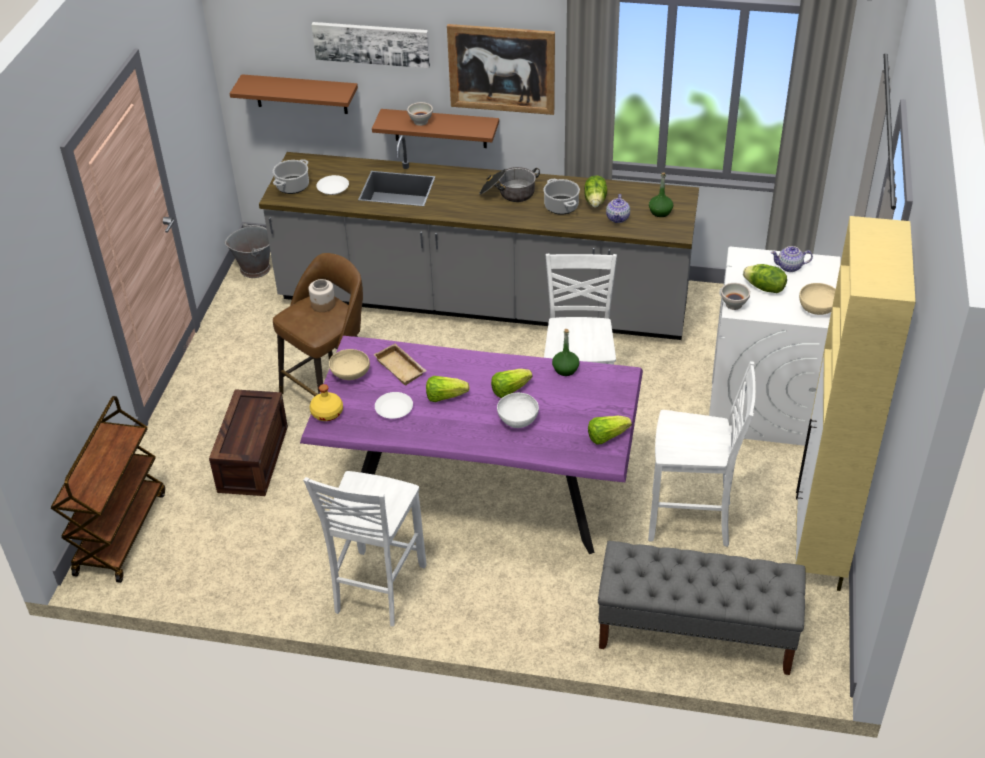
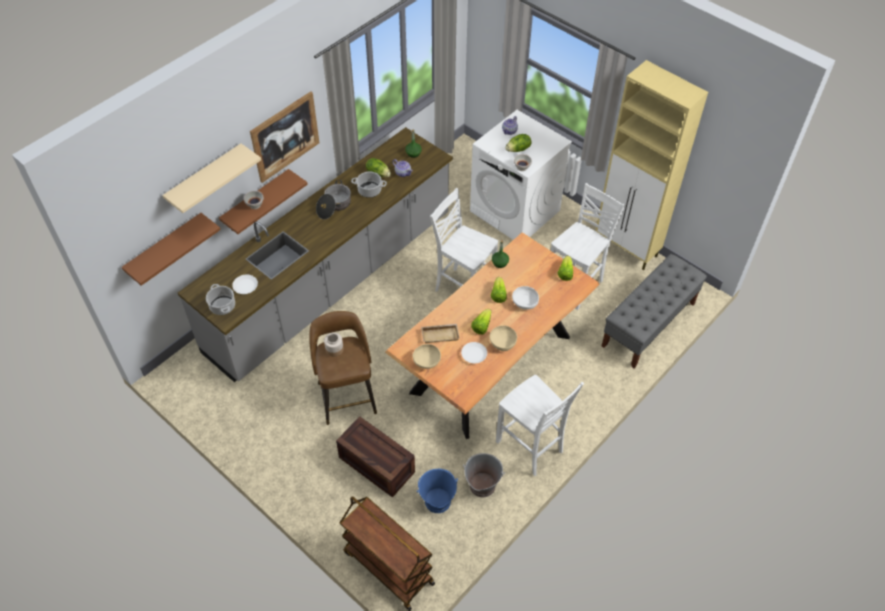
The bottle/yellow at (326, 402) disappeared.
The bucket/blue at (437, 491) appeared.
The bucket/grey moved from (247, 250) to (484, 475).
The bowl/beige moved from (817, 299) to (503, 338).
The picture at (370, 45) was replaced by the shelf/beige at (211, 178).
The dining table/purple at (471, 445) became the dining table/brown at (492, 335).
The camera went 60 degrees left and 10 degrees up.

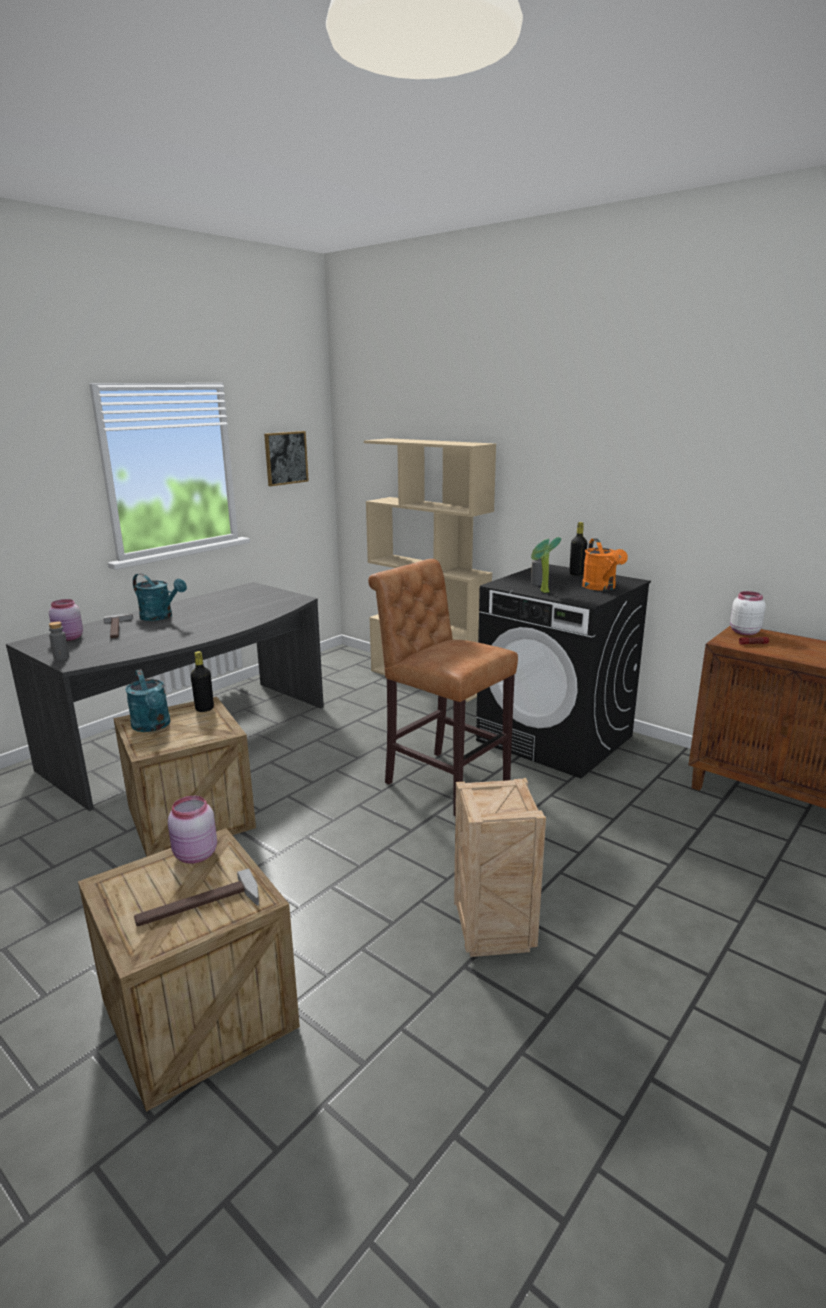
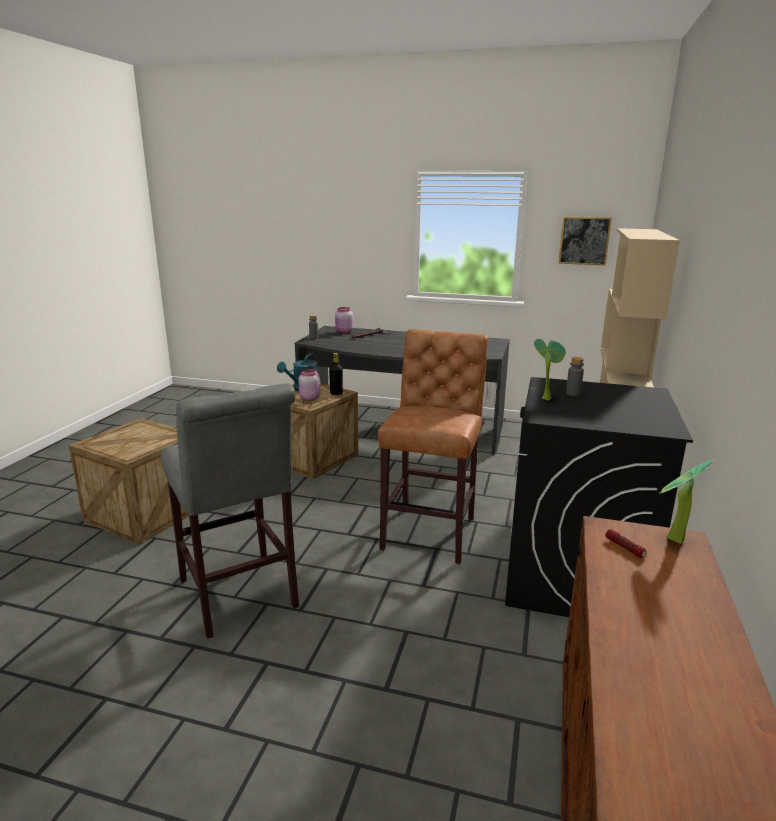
The watering can/turquoise at (160, 597) disappeared.
The hammer at (196, 897) disappeared.
The bottle/black at (578, 549) disappeared.
The watering can/orange at (605, 564) disappeared.
The jar/pink moved from (192, 830) to (309, 385).
The crate at (500, 867) was replaced by the stool/grey at (230, 511).
The jar/white at (748, 613) was replaced by the potted plant at (686, 502).
The camera went 65 degrees right and 0 degrees up.

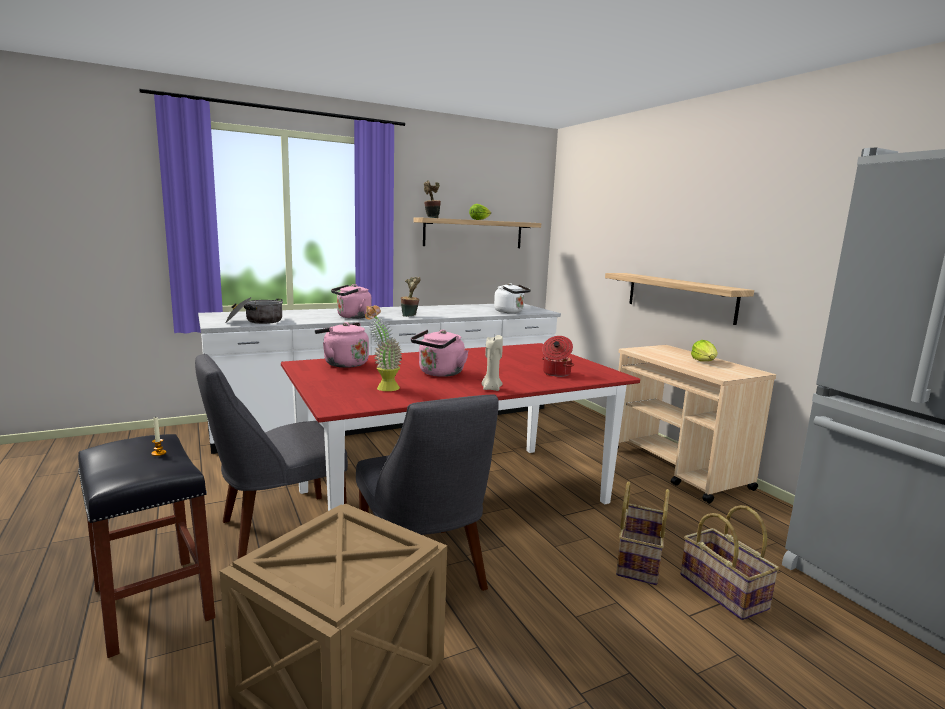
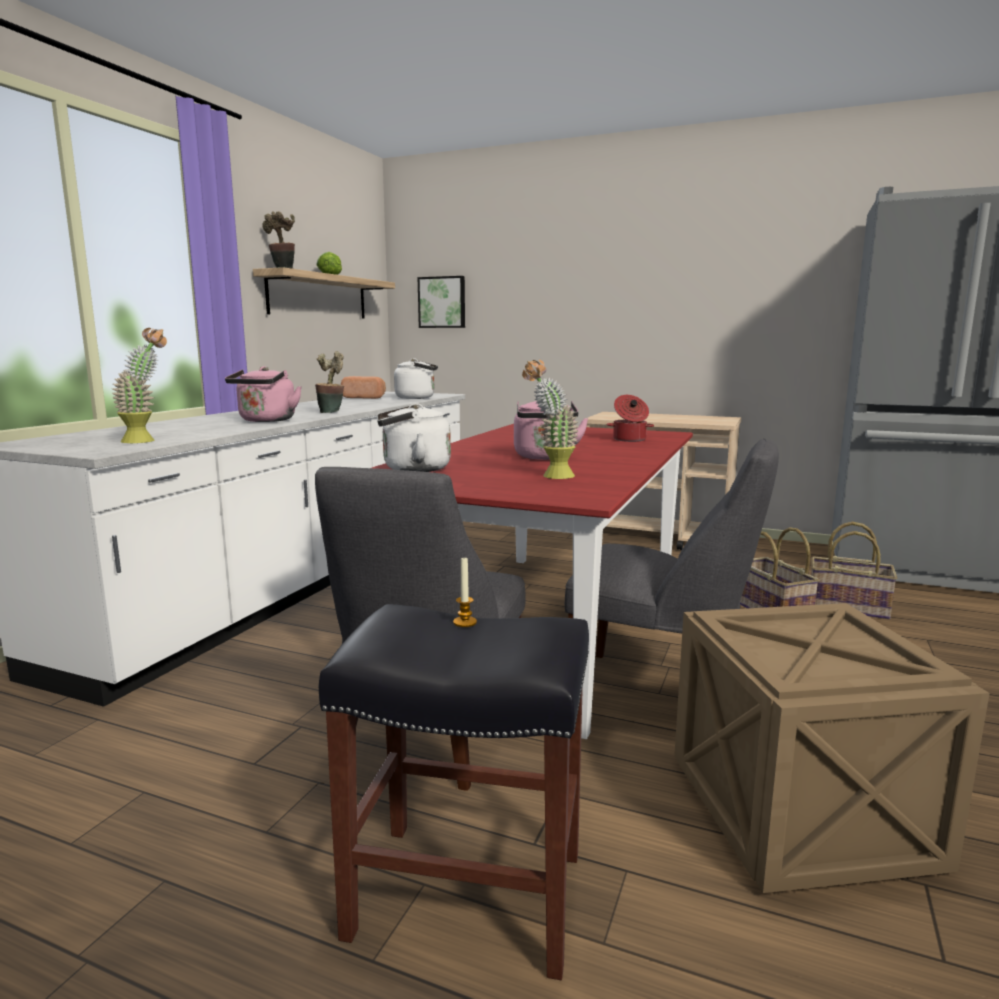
The candle/beige at (492, 363) disappeared.
The shelf at (679, 299) disappeared.
The lettuce at (704, 350) disappeared.
The bread at (363, 387) appeared.
The picture at (441, 302) appeared.
The cooking pot at (254, 310) was replaced by the potted plant at (139, 385).
The kettle/pink at (342, 345) became the kettle/white at (414, 437).
The camera went 40 degrees left and 0 degrees up.

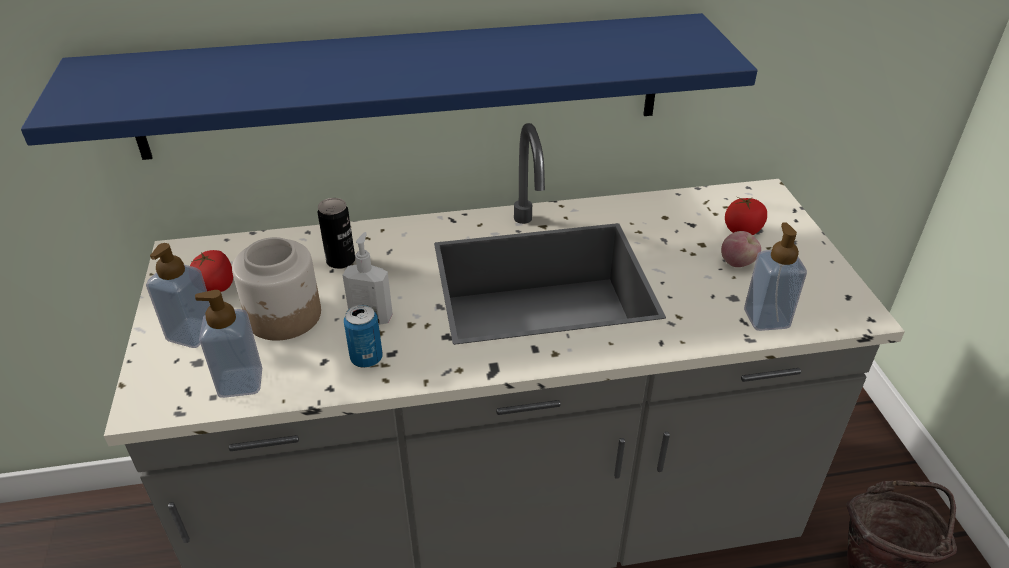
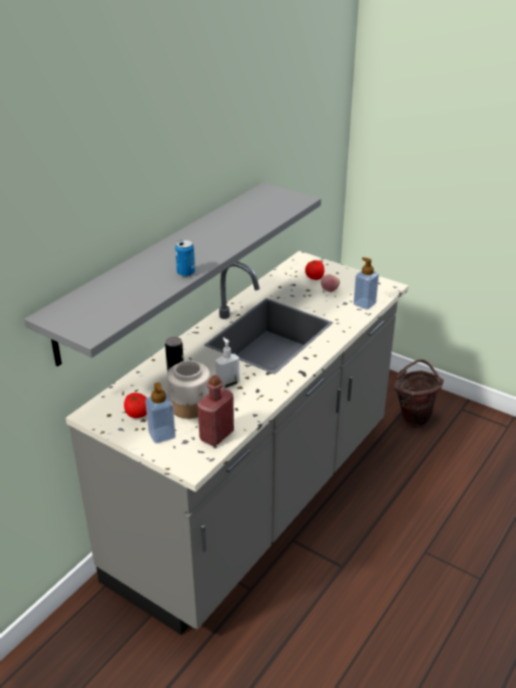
The can moved from (363, 336) to (185, 258).
The soap dispenser at (228, 344) was replaced by the bottle/red at (215, 410).
The shelf/blue at (389, 86) became the shelf/grey at (172, 275).
The camera went 45 degrees left and 5 degrees down.

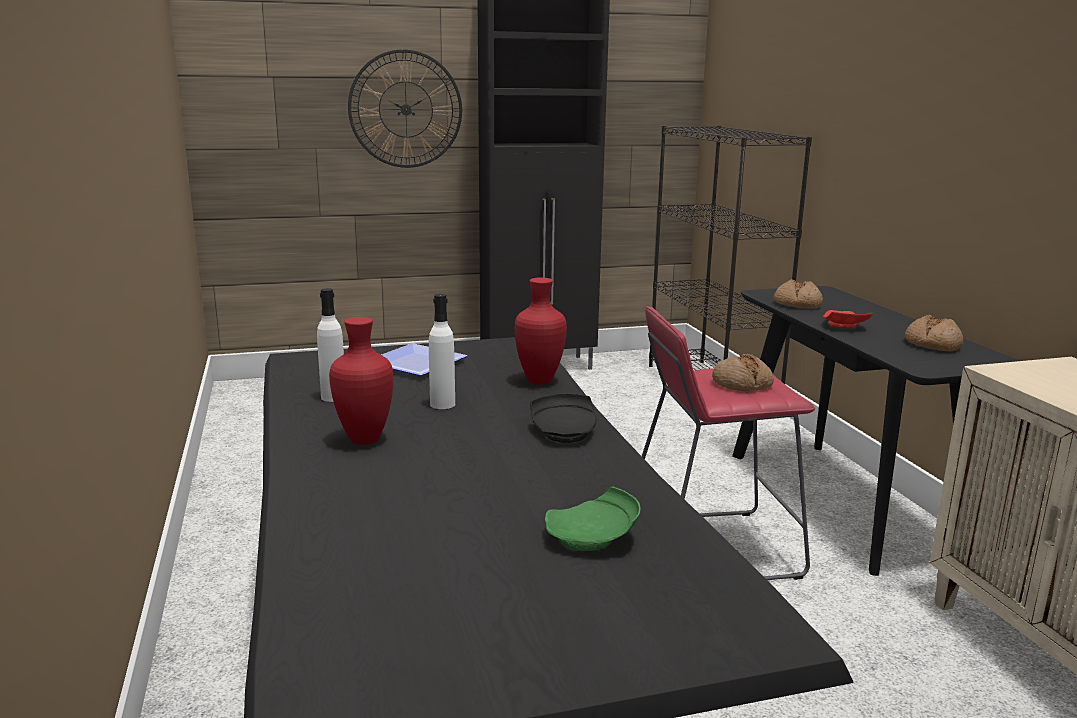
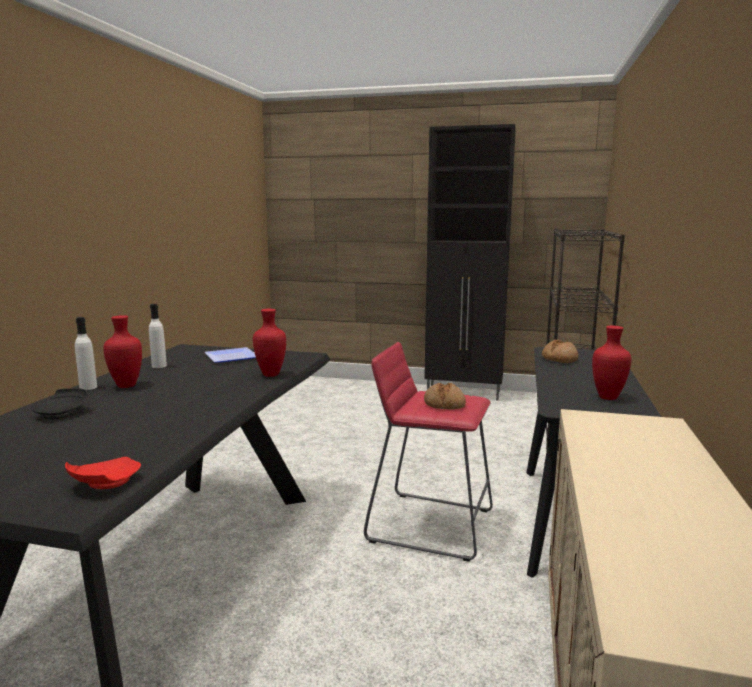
The wall clock at (405, 108) disappeared.
The plate/green at (593, 518) disappeared.
The bottle/white moved from (442, 351) to (86, 353).
The plate/black moved from (563, 418) to (60, 403).
The plate/red moved from (848, 319) to (103, 473).
The bread at (934, 333) was replaced by the vase/red at (611, 363).
The camera went 30 degrees right and 5 degrees down.

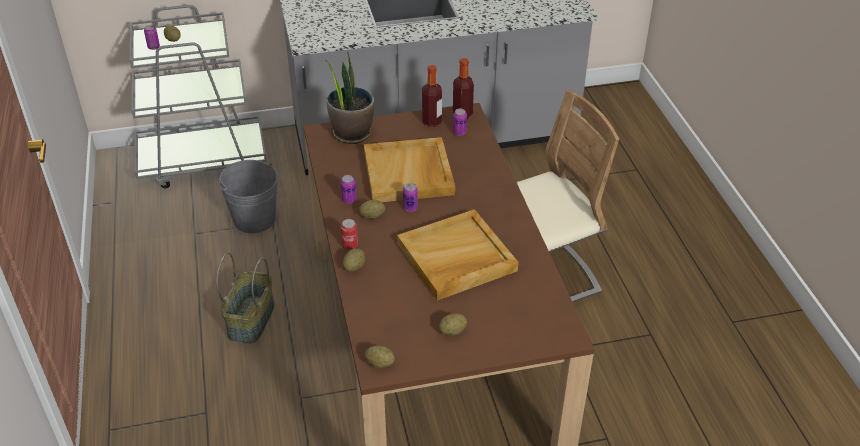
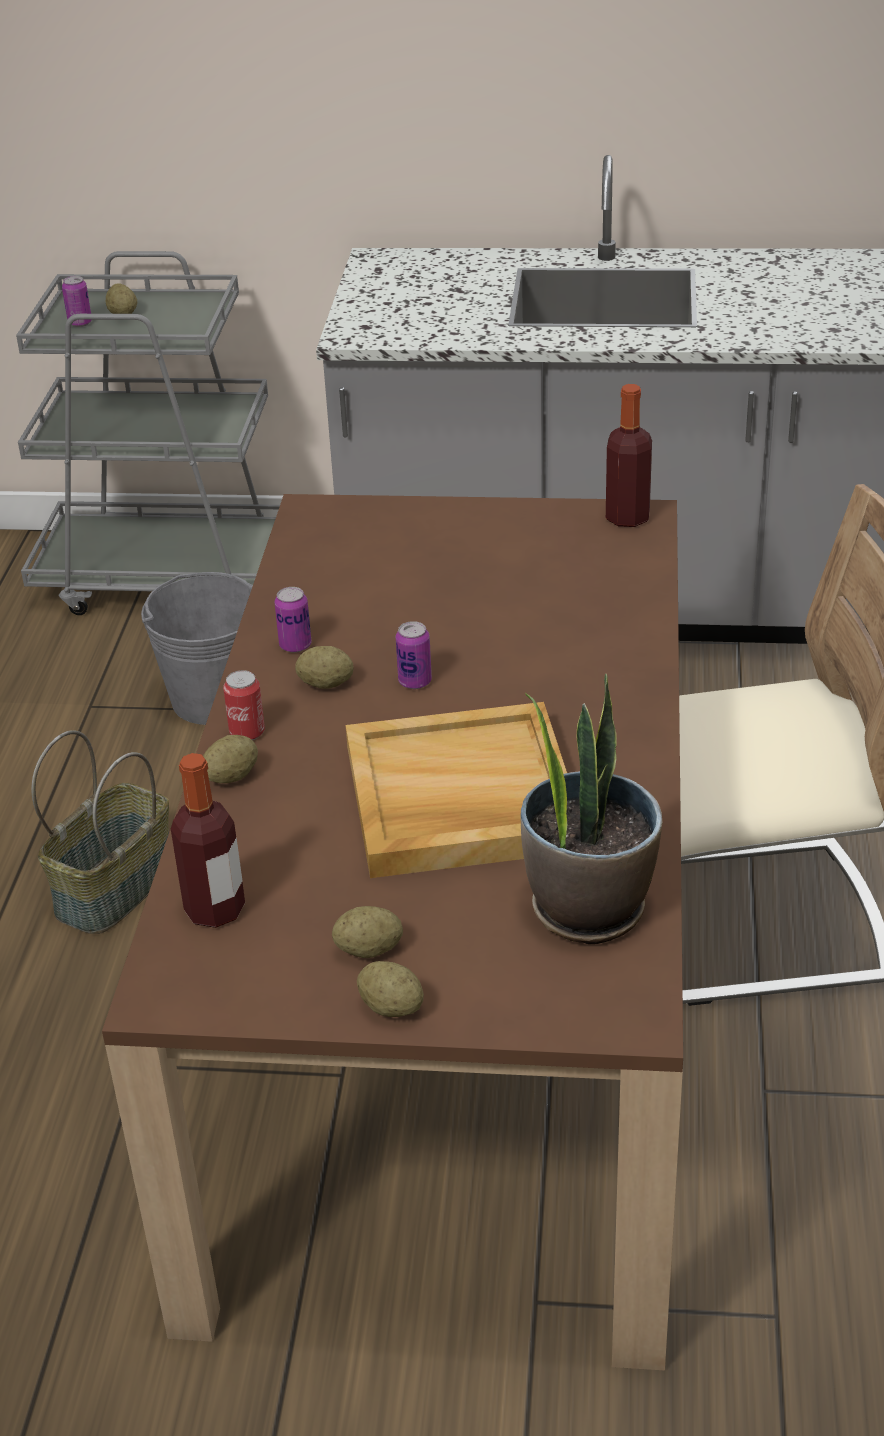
The tray/beige at (409, 169) disappeared.
The can at (460, 122) disappeared.
The potted plant moved from (349, 98) to (592, 809).
The potato moved from (380, 356) to (390, 989).
The bottle moved from (432, 96) to (208, 840).
The camera went 20 degrees right and 5 degrees down.

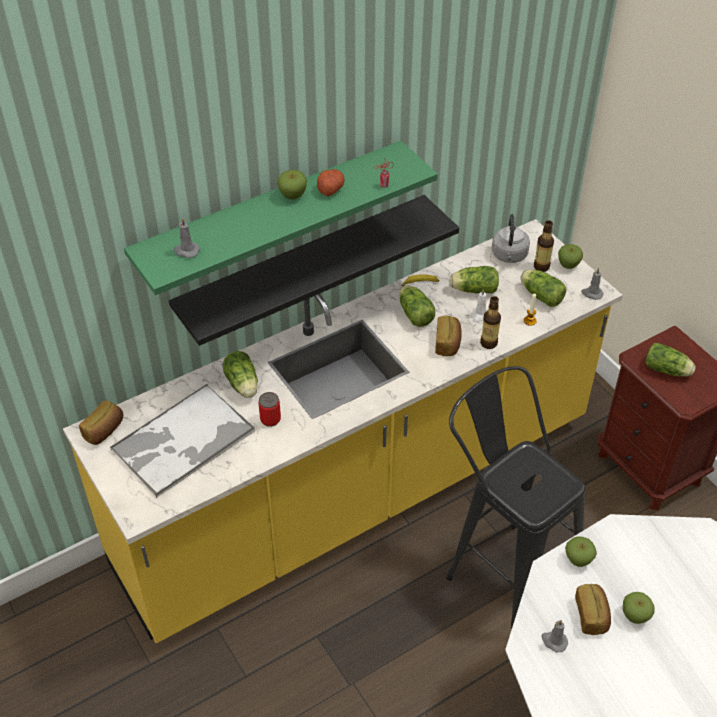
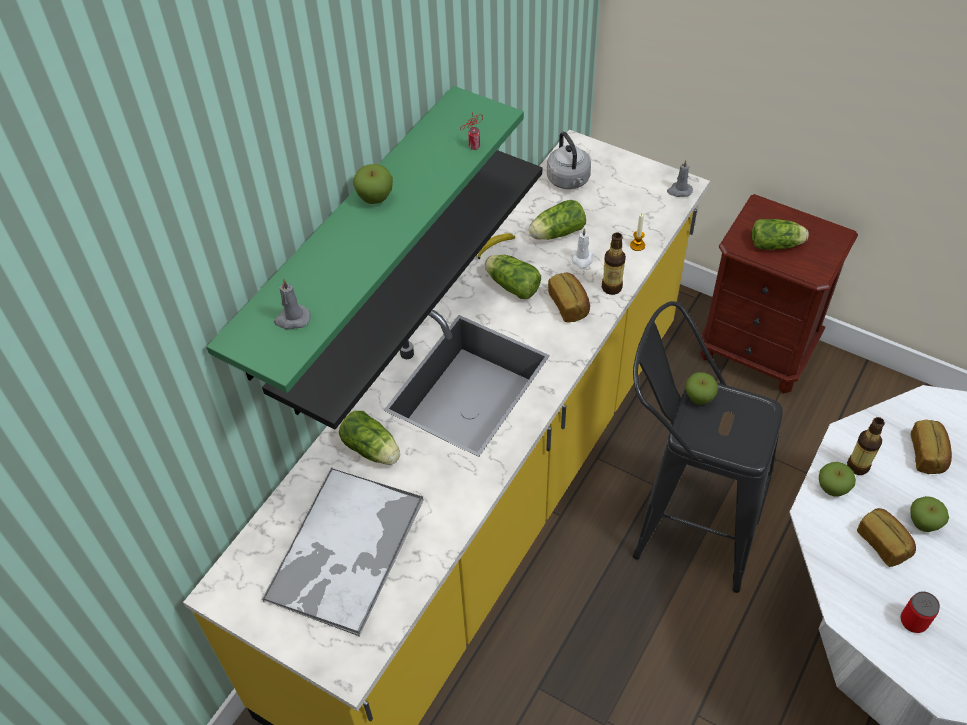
The potato at (331, 183) disappeared.
The lettuce at (543, 288) disappeared.
The candle/grey at (555, 636) disappeared.
The bread moved from (101, 423) to (931, 446).
The can moved from (269, 409) to (920, 612).
The bottle moved from (544, 246) to (866, 446).
The apple moved from (570, 256) to (702, 388).
The camera went 25 degrees left and 5 degrees up.

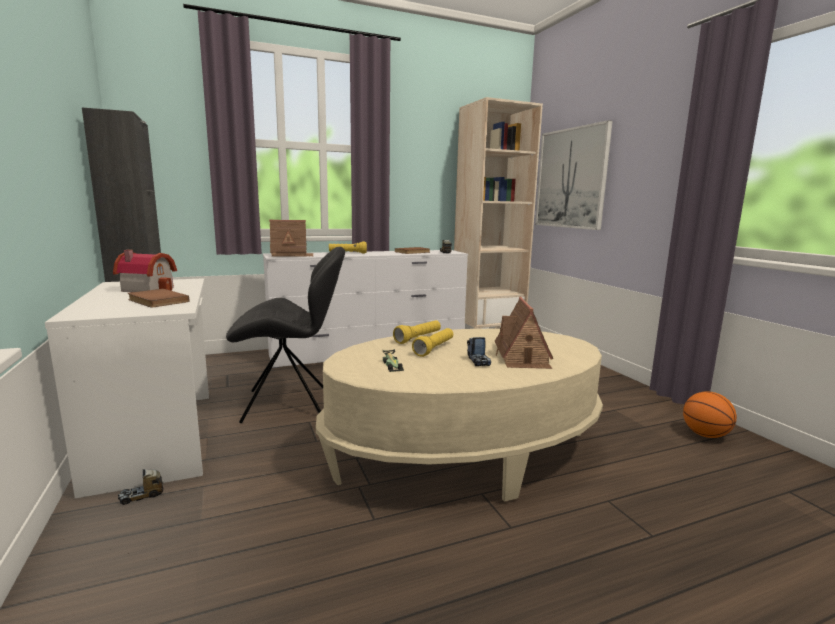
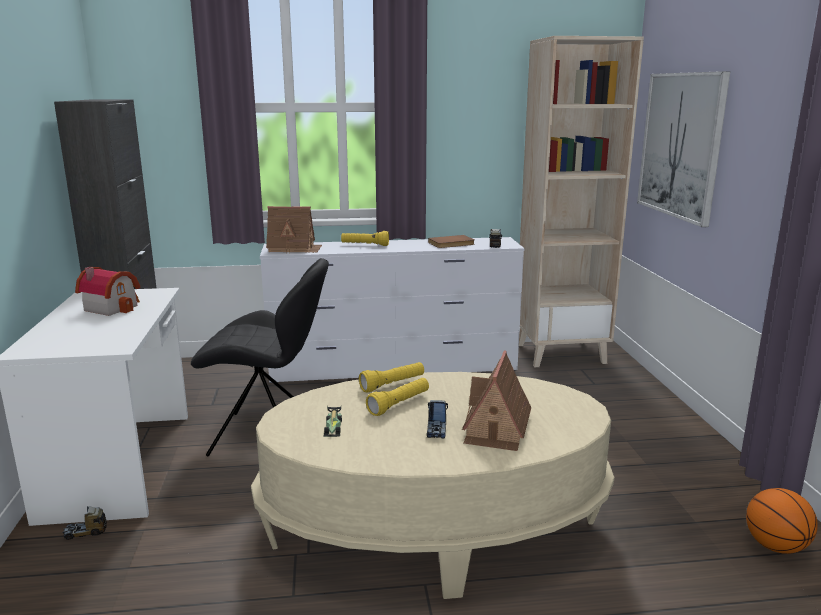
The book/brown at (158, 298) disappeared.
The camera went 15 degrees right and 5 degrees up.

